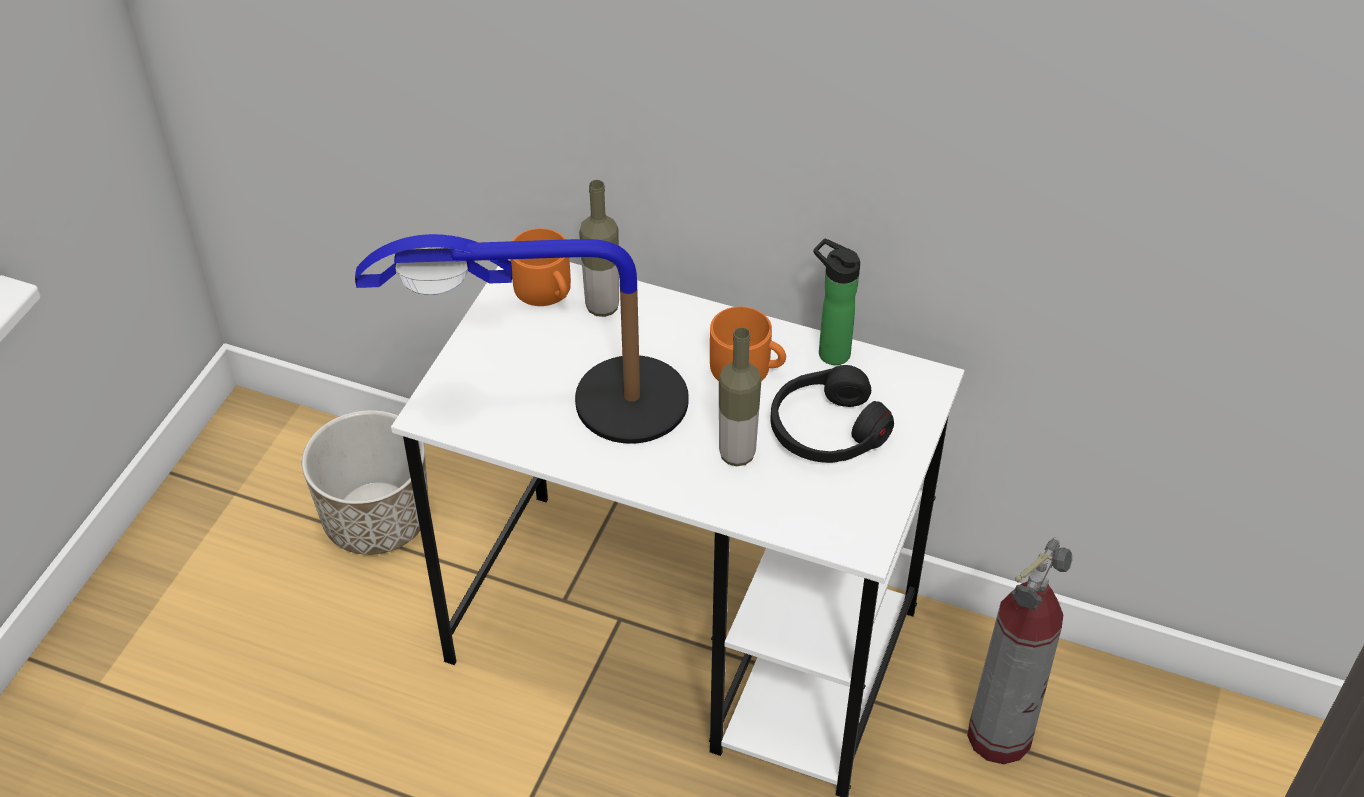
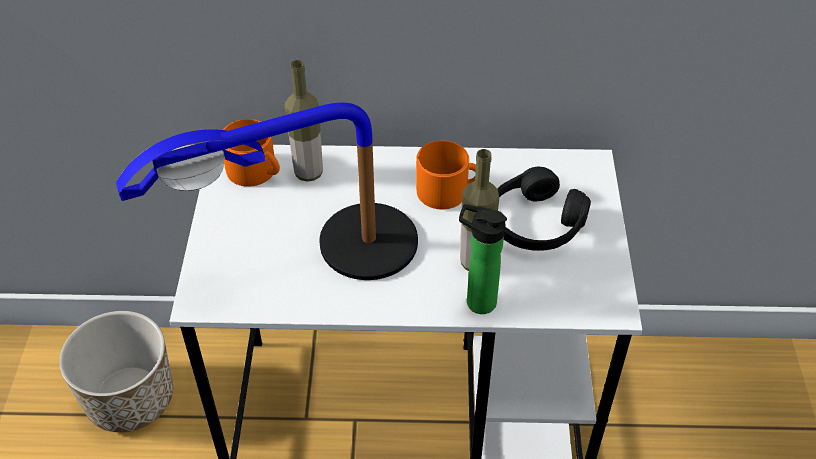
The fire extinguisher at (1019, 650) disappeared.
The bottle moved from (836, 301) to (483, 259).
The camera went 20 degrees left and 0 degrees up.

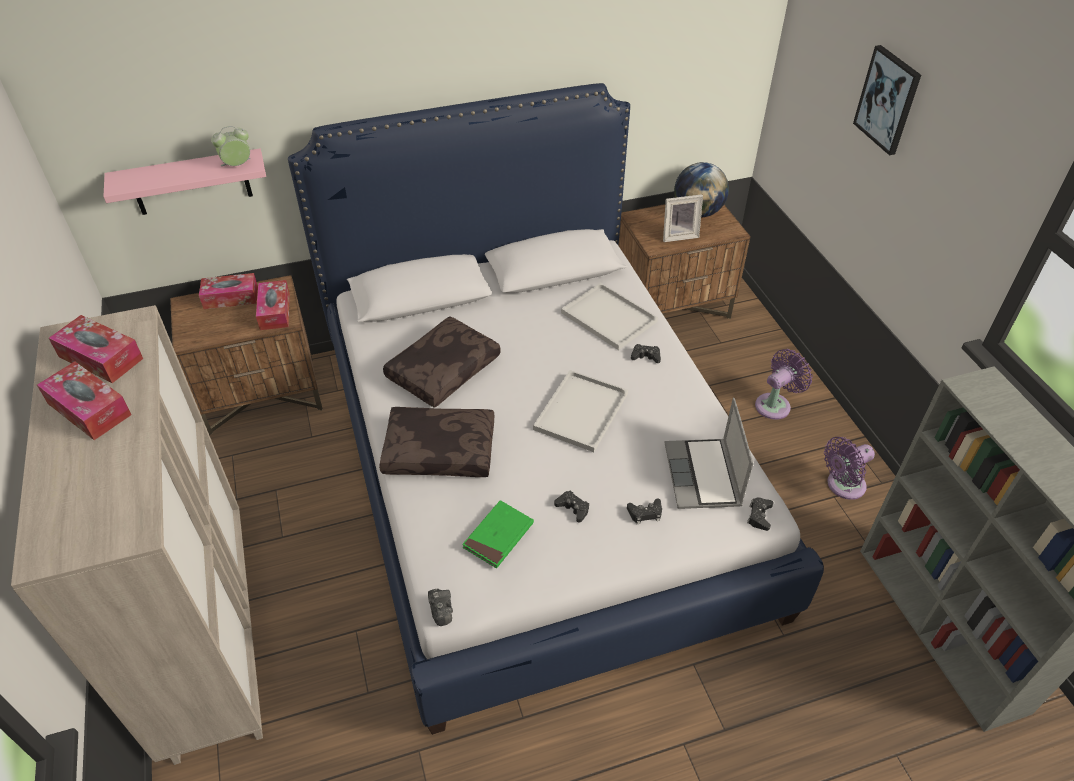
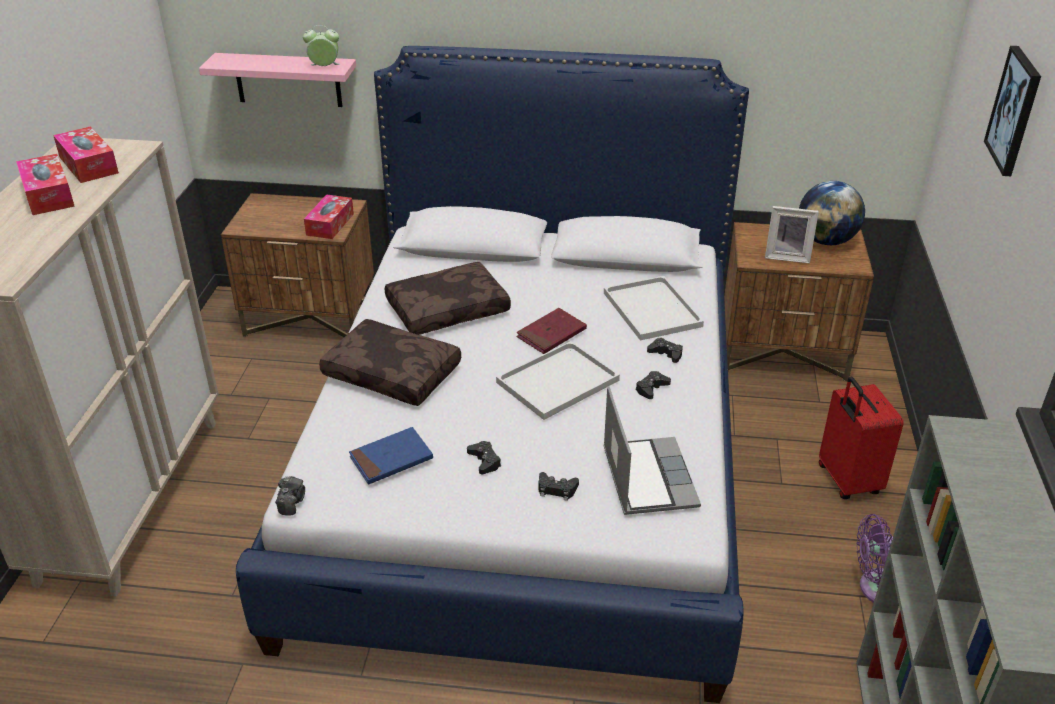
The tissue box at (228, 291) disappeared.
The book/red at (551, 331) appeared.
The game controller/black moved from (760, 514) to (653, 385).
The fan/purple at (784, 384) was replaced by the suitcase/red at (861, 438).
The book/green at (498, 534) became the book/blue at (391, 456).
The laptop at (709, 453) turned 150 degrees clockwise.
The camera went 25 degrees right and 10 degrees down.

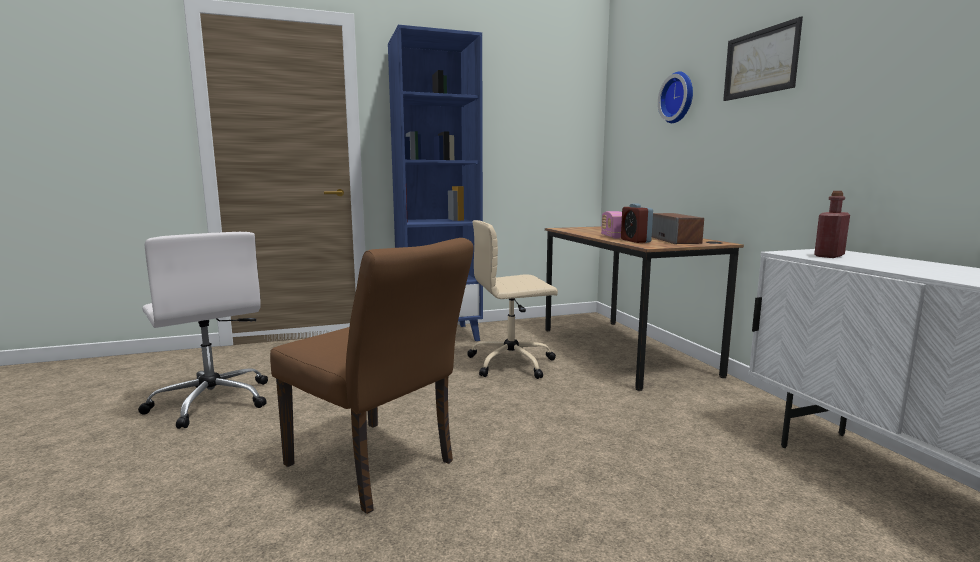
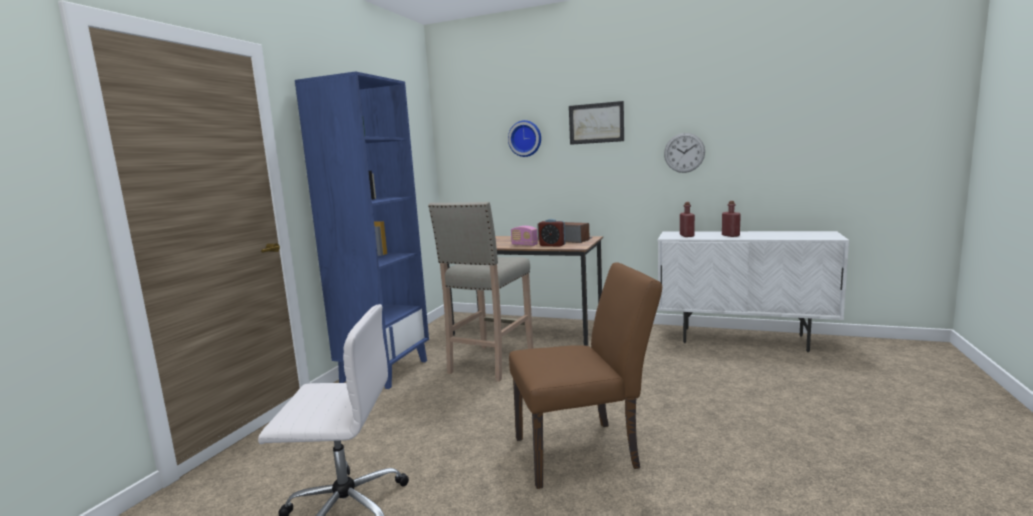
The wall clock at (684, 153) appeared.
The bottle/red at (731, 219) appeared.
The office chair/beige at (512, 299) was replaced by the stool/beige at (480, 292).
The camera went 50 degrees left and 0 degrees up.

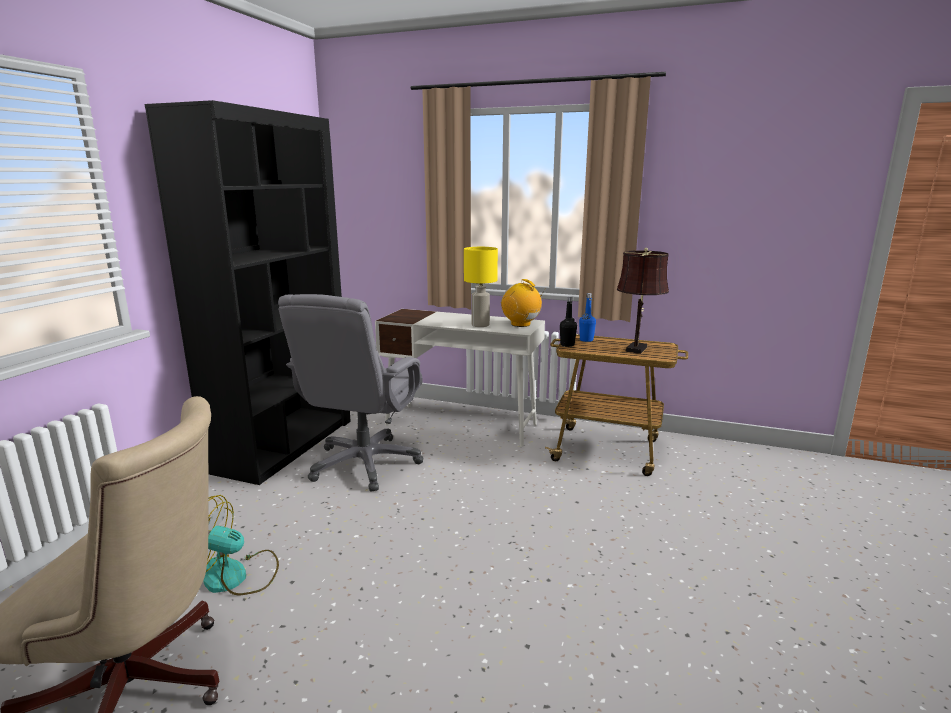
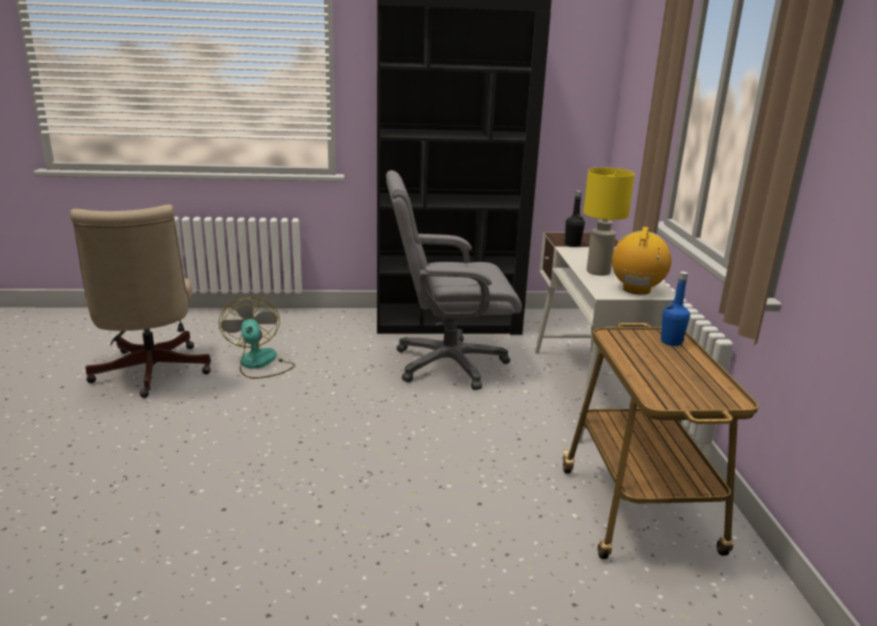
The table lamp/brown at (643, 301) disappeared.
The bottle/black moved from (568, 321) to (575, 218).
The camera went 65 degrees right and 5 degrees up.

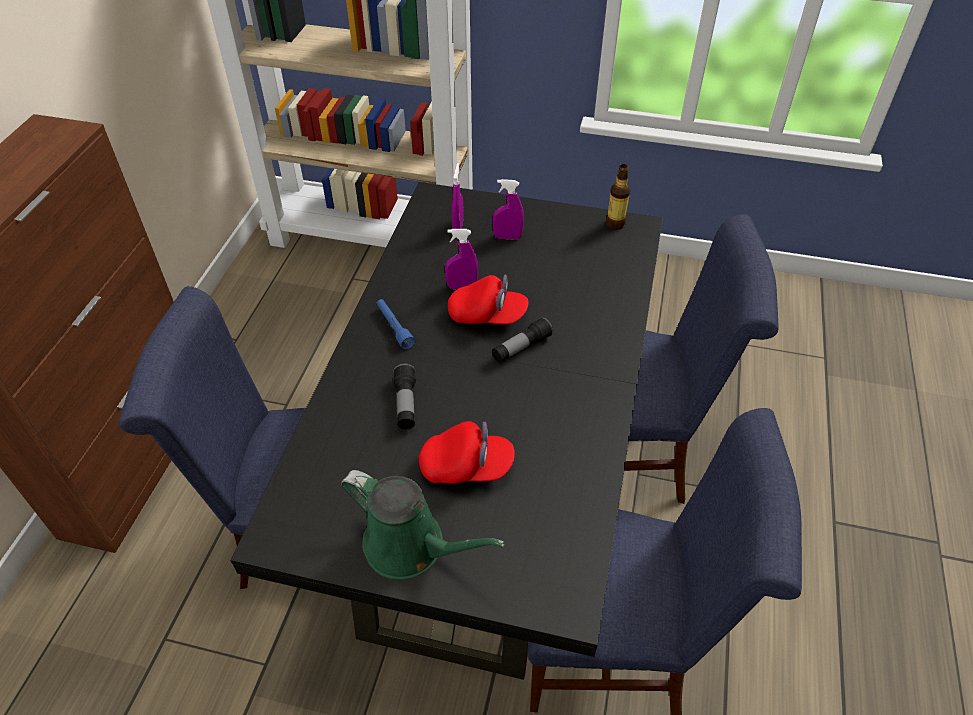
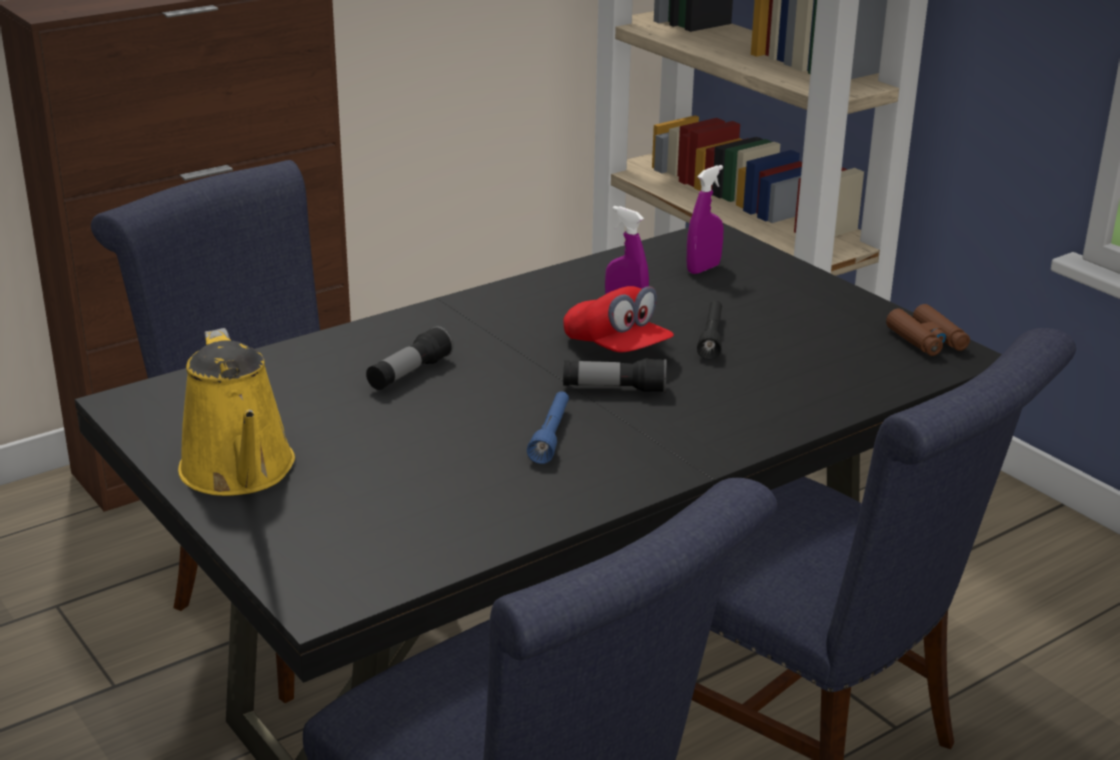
The cap/red at (467, 452) disappeared.
The spray bottle/purple at (508, 209) disappeared.
The flashlight/black at (709, 330) appeared.
The flashlight/blue moved from (396, 324) to (548, 428).
The bottle at (618, 197) was replaced by the binoculars/brown at (928, 330).
The watering can/green at (423, 525) became the watering can/yellow at (236, 412).
The camera went 40 degrees right and 20 degrees down.

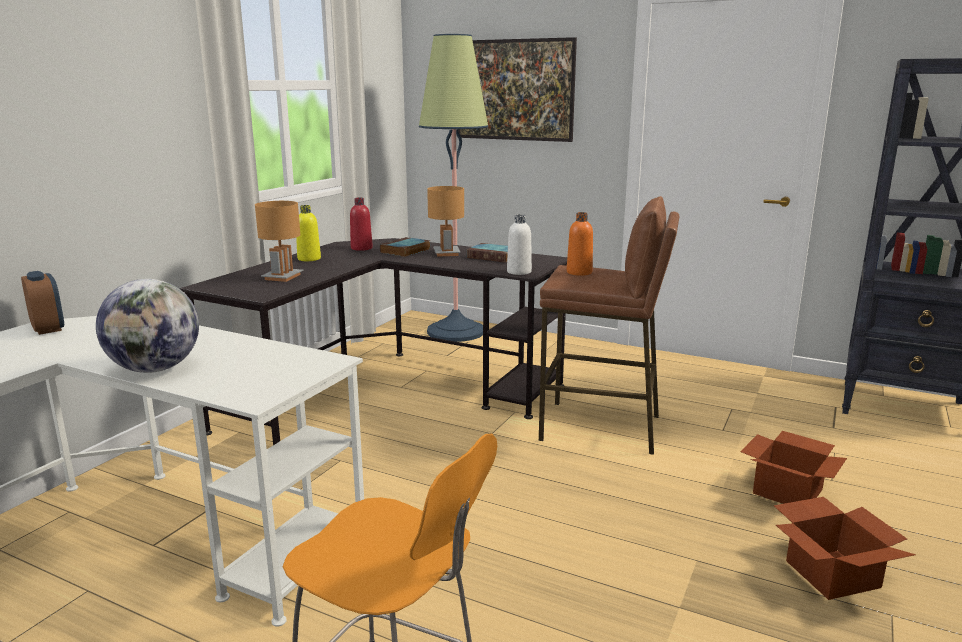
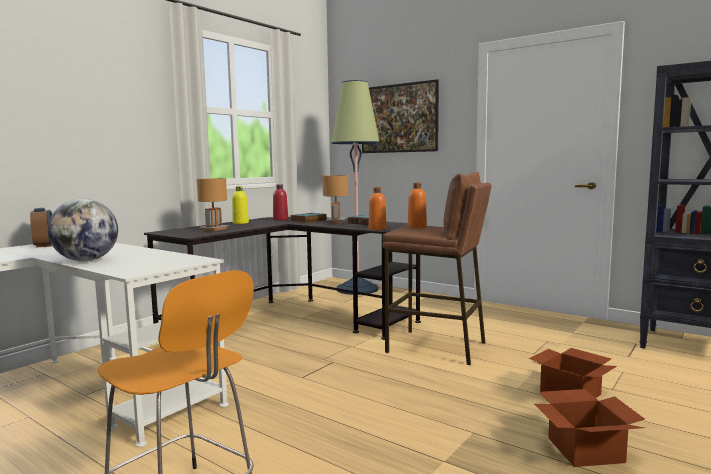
The bottle/white at (519, 244) became the bottle/orange at (377, 208).
The camera went 10 degrees right and 10 degrees down.

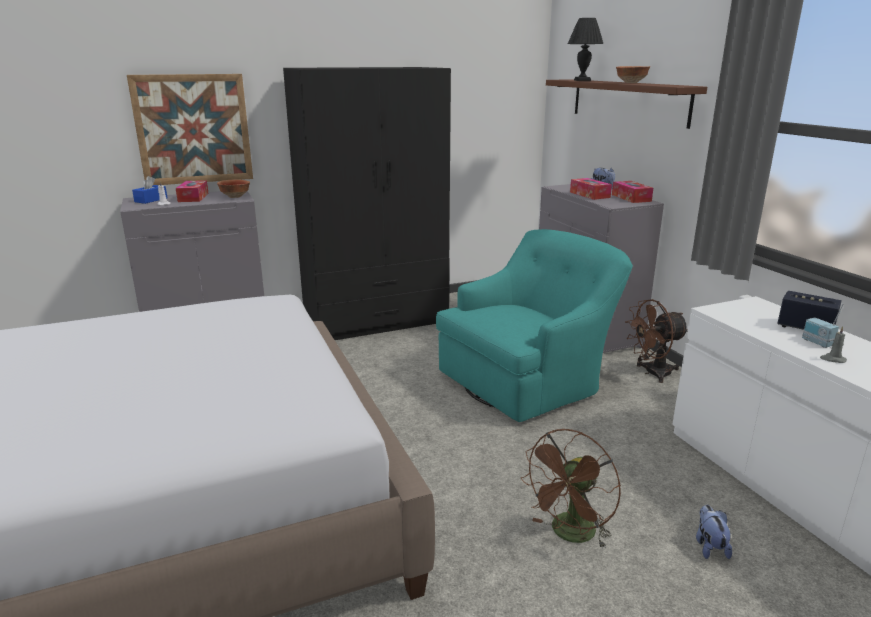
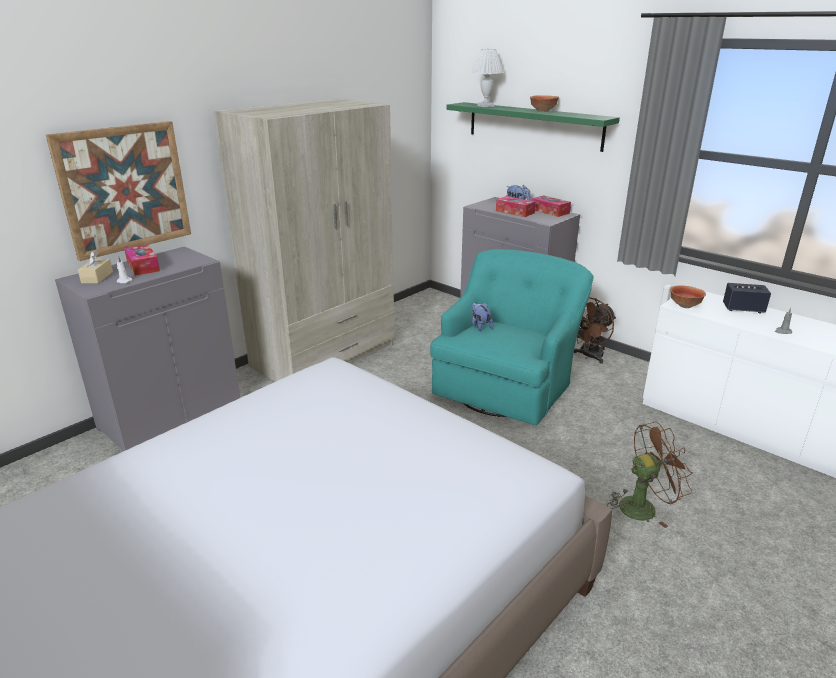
The radio at (823, 325) disappeared.
The bowl moved from (233, 189) to (688, 297).
The plush toy moved from (714, 532) to (482, 316).
The tissue box/blue at (149, 190) became the tissue box/beige at (95, 267).
The wardrobe/black at (367, 203) became the wardrobe/beige at (304, 240).
The shelf/brown at (626, 104) became the shelf/green at (533, 127).
The table lamp/black at (585, 49) became the table lamp/white at (487, 78).
The fan/brown at (571, 489) turned 120 degrees counterclockwise.
The camera went 25 degrees left and 5 degrees up.

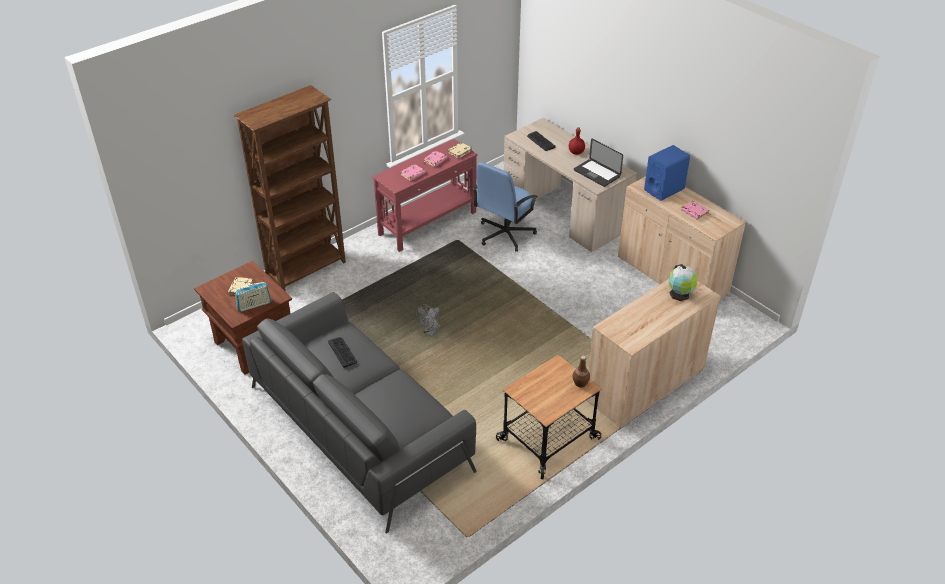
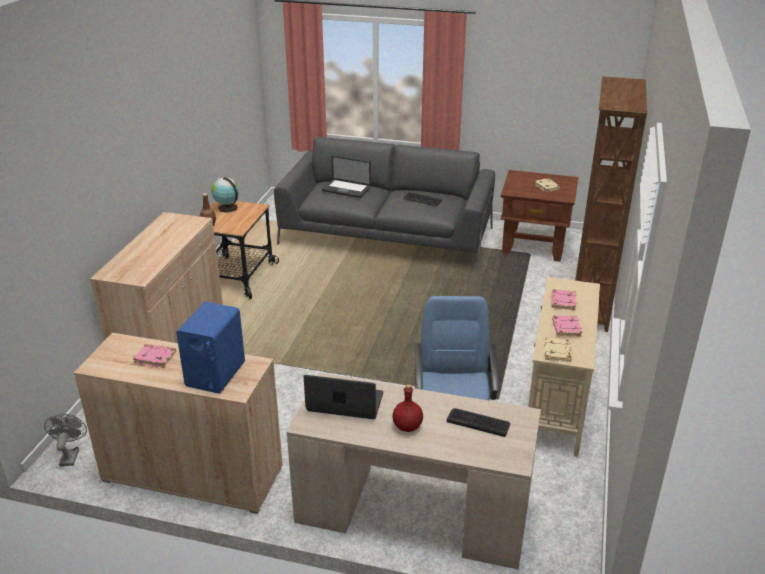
The radio at (253, 297) disappeared.
The laptop at (346, 177) appeared.
The fan/grey moved from (428, 320) to (65, 440).
The globe moved from (683, 282) to (225, 195).
The console table/red at (425, 195) became the console table/beige at (564, 367).
The camera went 145 degrees right and 10 degrees down.

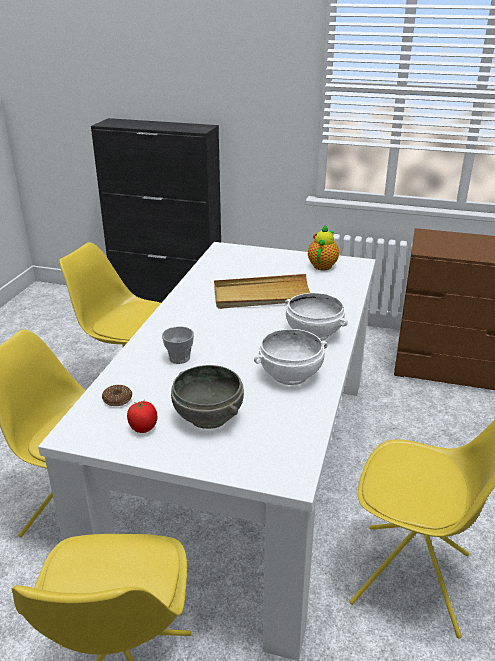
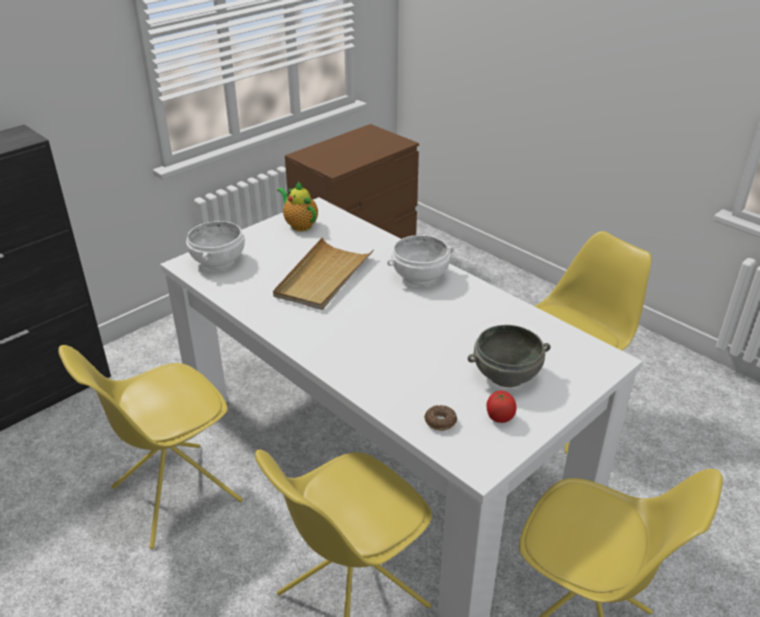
The cup at (178, 345) disappeared.
The bowl/white moved from (291, 357) to (215, 245).
The camera went 60 degrees left and 5 degrees up.

